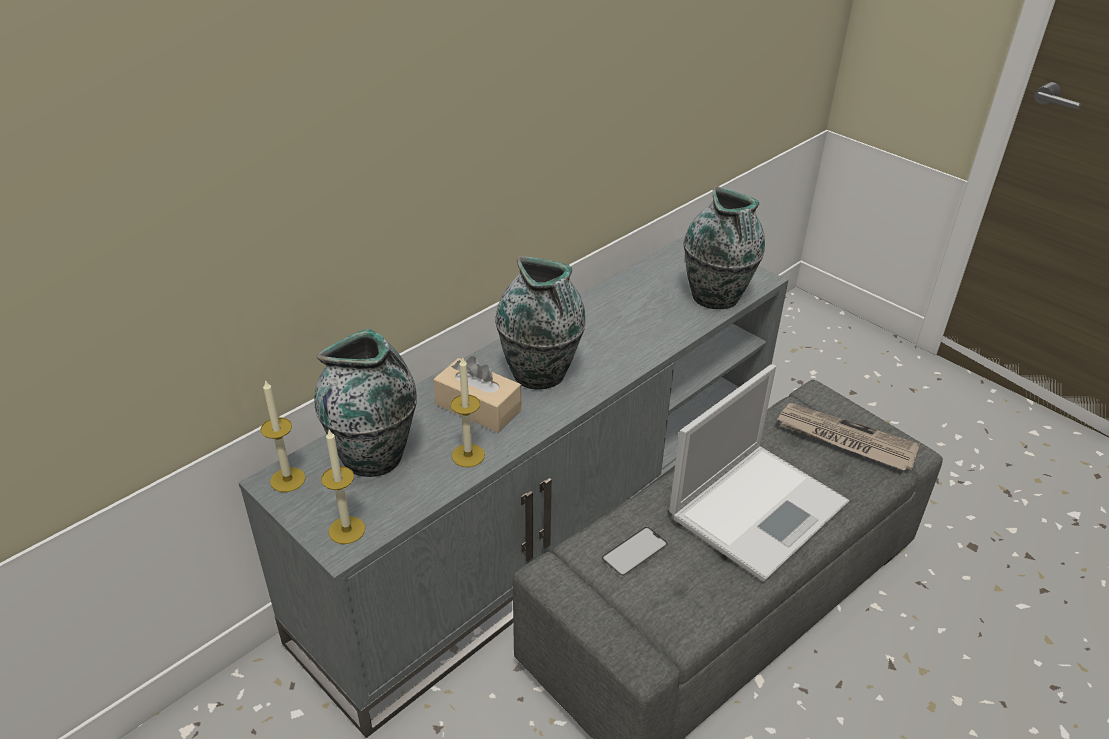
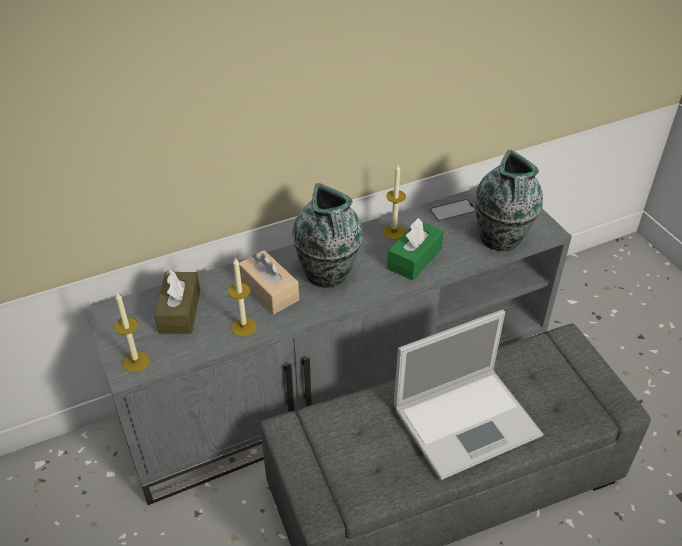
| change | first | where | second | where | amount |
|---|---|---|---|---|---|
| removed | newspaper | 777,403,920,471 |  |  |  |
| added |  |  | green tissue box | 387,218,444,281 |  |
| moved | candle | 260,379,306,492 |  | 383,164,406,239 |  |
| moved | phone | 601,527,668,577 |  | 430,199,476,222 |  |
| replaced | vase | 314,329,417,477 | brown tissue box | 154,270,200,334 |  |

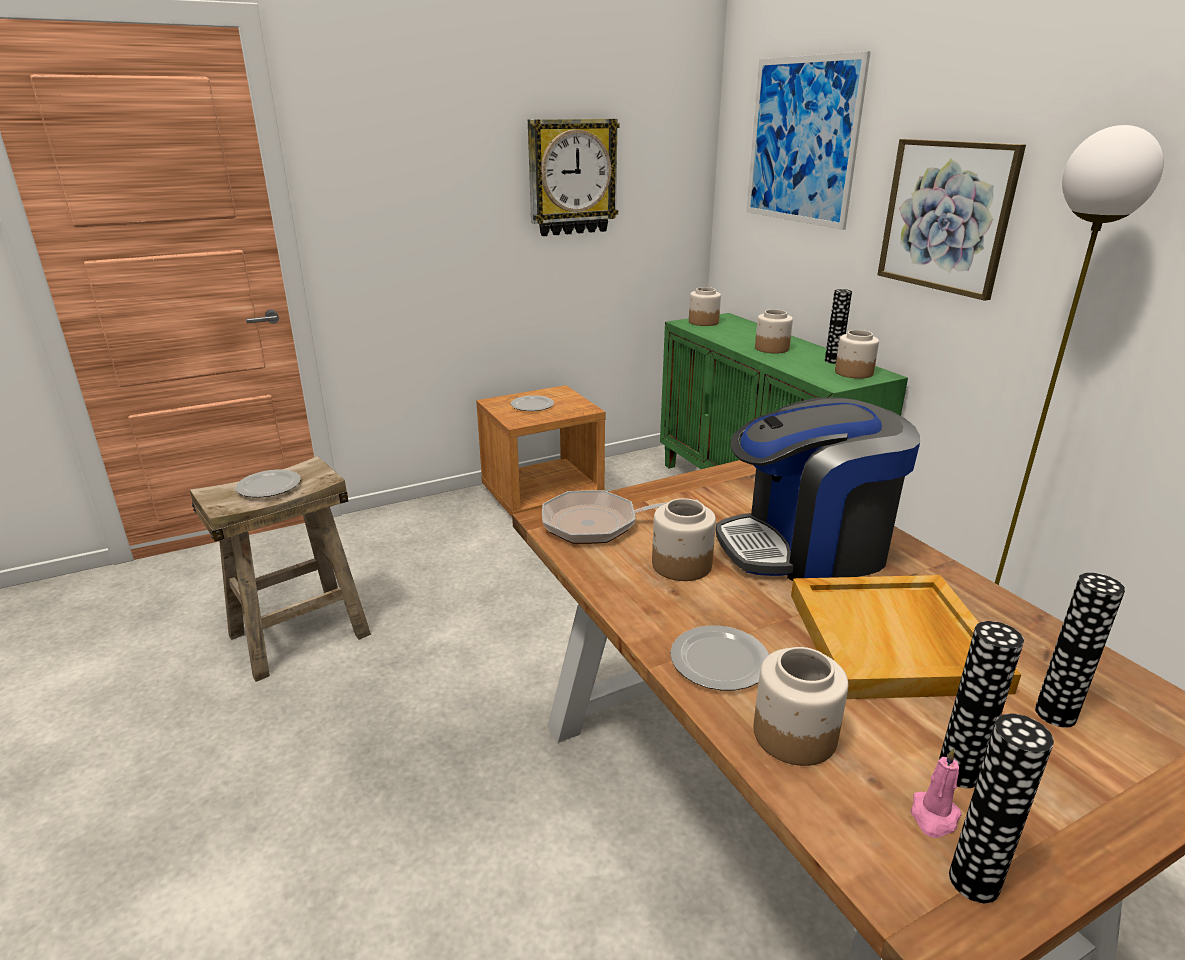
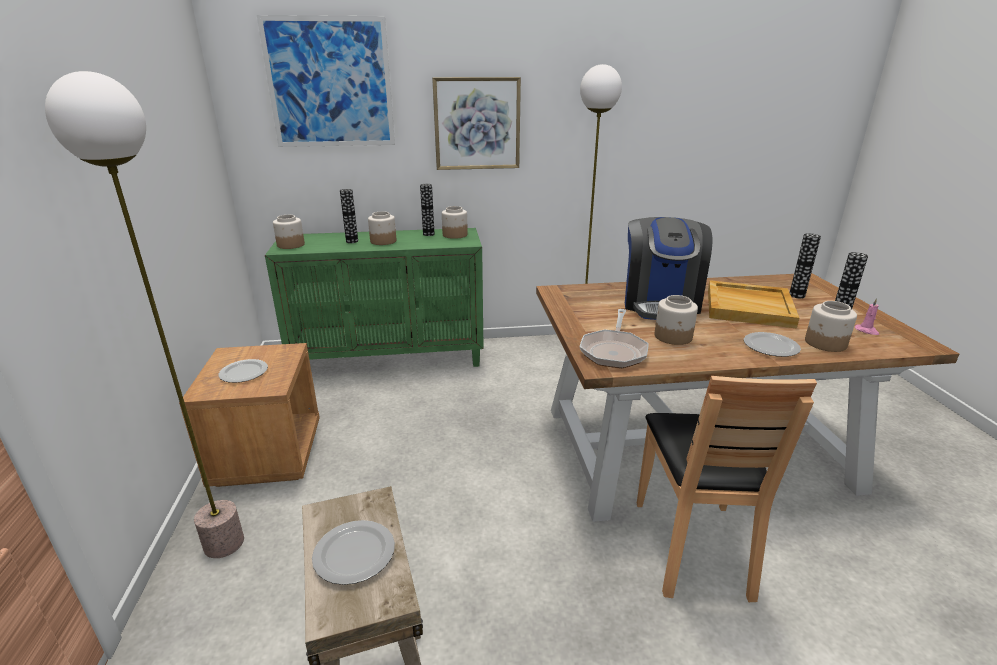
| change | first | where | second | where | amount |
|---|---|---|---|---|---|
| removed | wall clock | 528,119,620,236 |  |  |  |
| added |  |  | floor lamp | 45,71,244,558 |  |
| added |  |  | brown chair | 637,376,817,602 |  |
| moved | vase | 949,714,1054,903 |  | 340,189,358,243 |  |

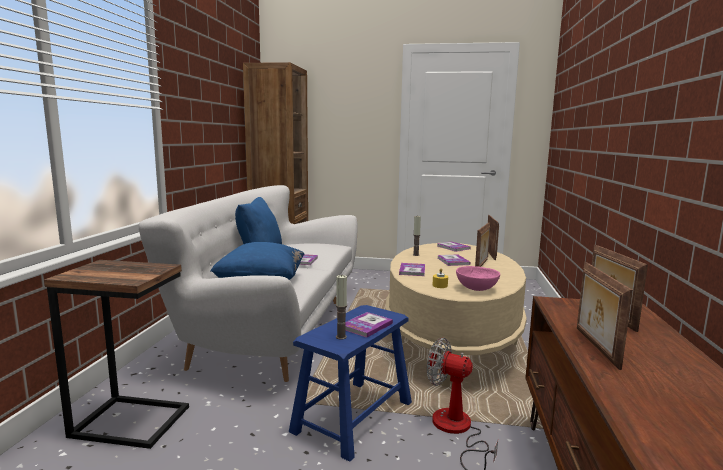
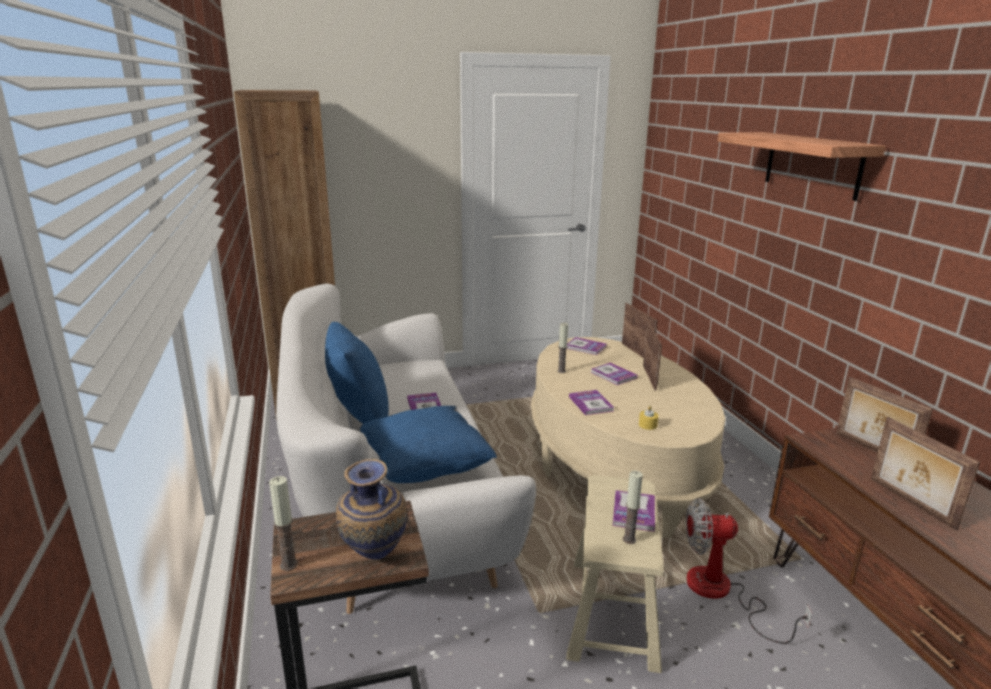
| change | first | where | second | where | amount |
|---|---|---|---|---|---|
| removed | pink bowl | 456,266,500,291 |  |  |  |
| added |  |  | candle | 269,476,298,571 |  |
| added |  |  | vase | 336,459,407,559 |  |
| added |  |  | shelf | 717,132,886,201 |  |
| recoloured | blue stool | 289,305,412,462 | beige stool | 566,475,664,673 |  |

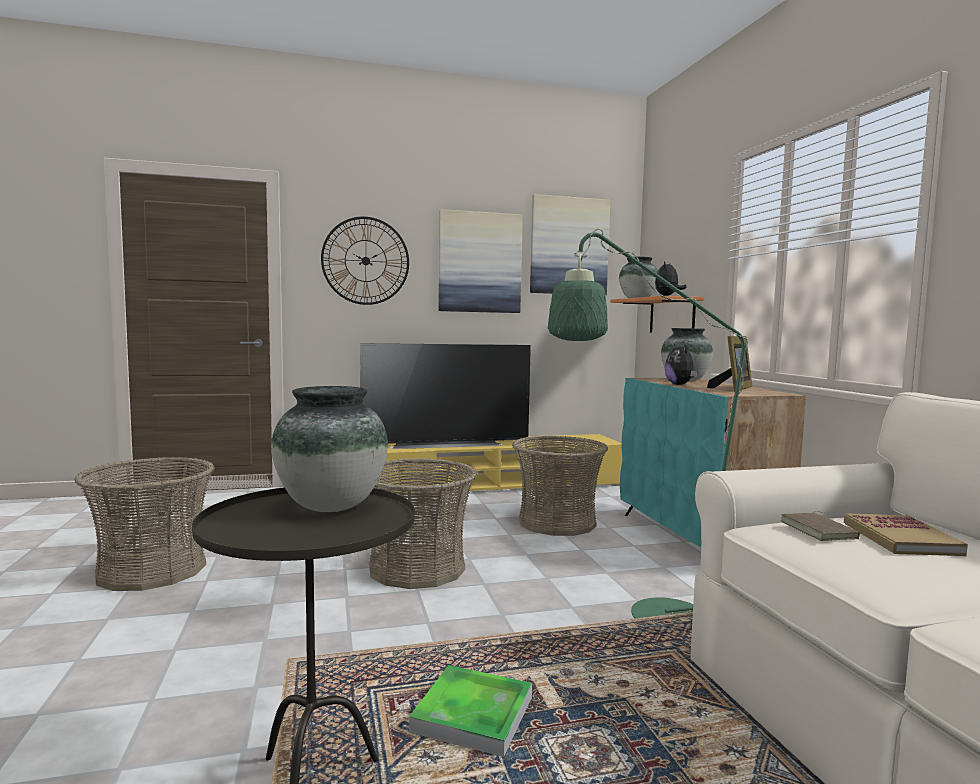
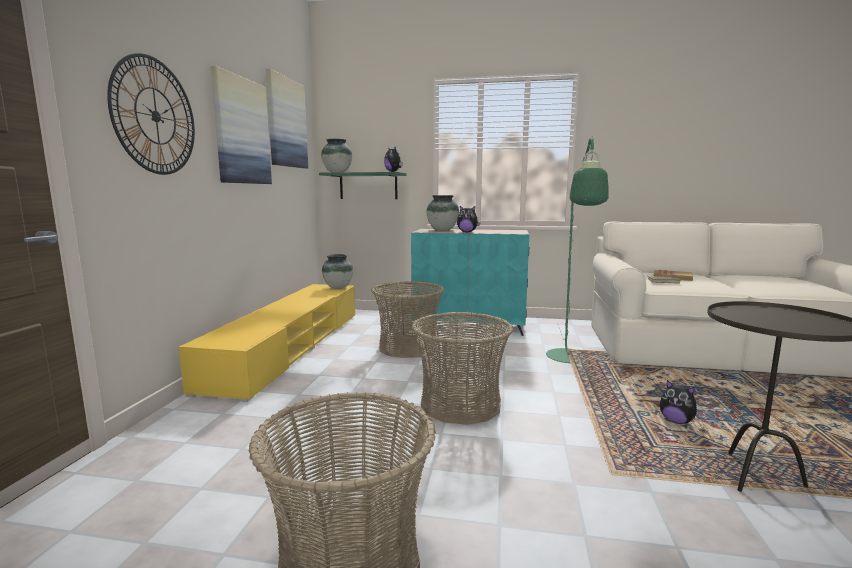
| change | first | where | second | where | amount |
|---|---|---|---|---|---|
| removed | television | 360,343,531,449 |  |  |  |
| removed | picture frame | 707,336,752,392 |  |  |  |
| moved | vase | 271,386,388,512 |  | 322,254,353,289 |  |
| replaced | tray | 409,665,532,757 | plush toy | 660,380,702,424 |  |
| recoloured | orange shelf | 610,296,704,333 | green shelf | 319,172,406,199 |  |

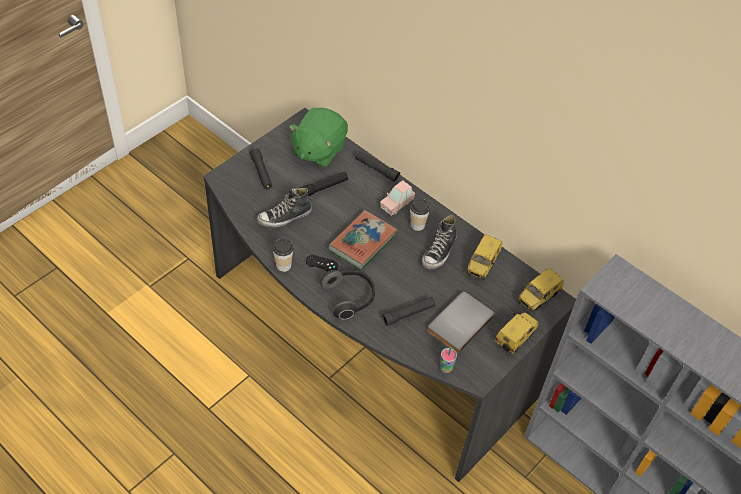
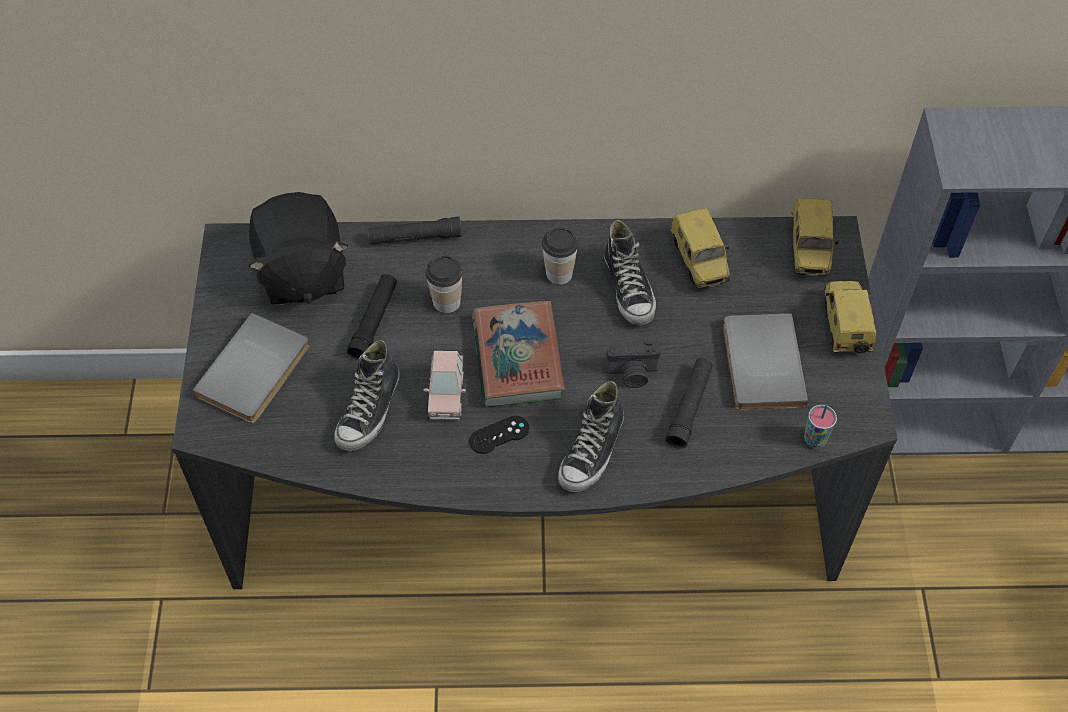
| change | first | where | second | where | amount |
|---|---|---|---|---|---|
| added |  |  | photo camera | 606,341,661,388 |  |
| moved | cup | 273,239,294,272 |  | 426,256,463,313 |  |
| moved | pink toy car | 380,180,415,216 |  | 424,351,466,421 |  |
| replaced | black flashlight | 250,148,272,190 | grey book | 192,313,310,423 |  |
| replaced | headphones | 320,270,375,319 | shoe | 558,381,624,492 |  |
| recoloured | green plush toy | 289,108,348,167 | black plush toy | 248,192,348,305 |  |

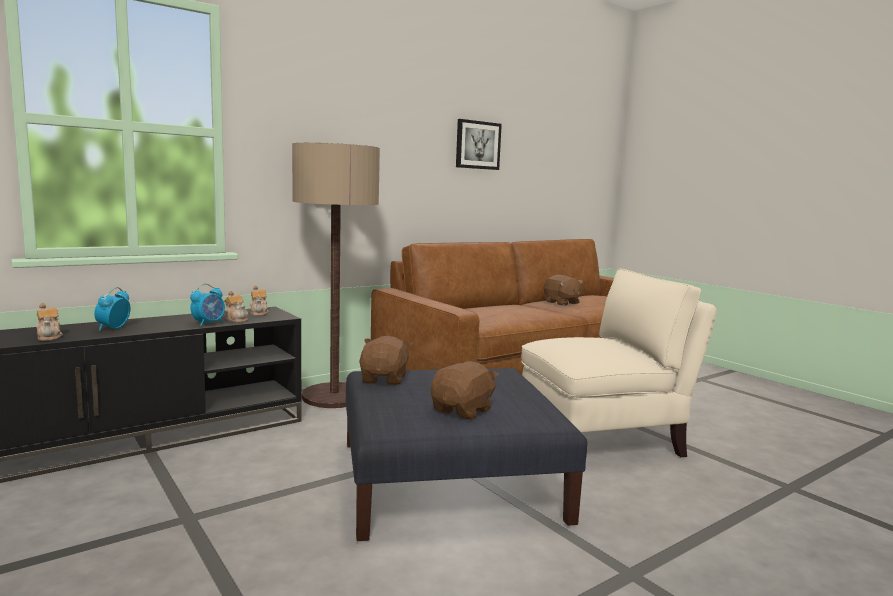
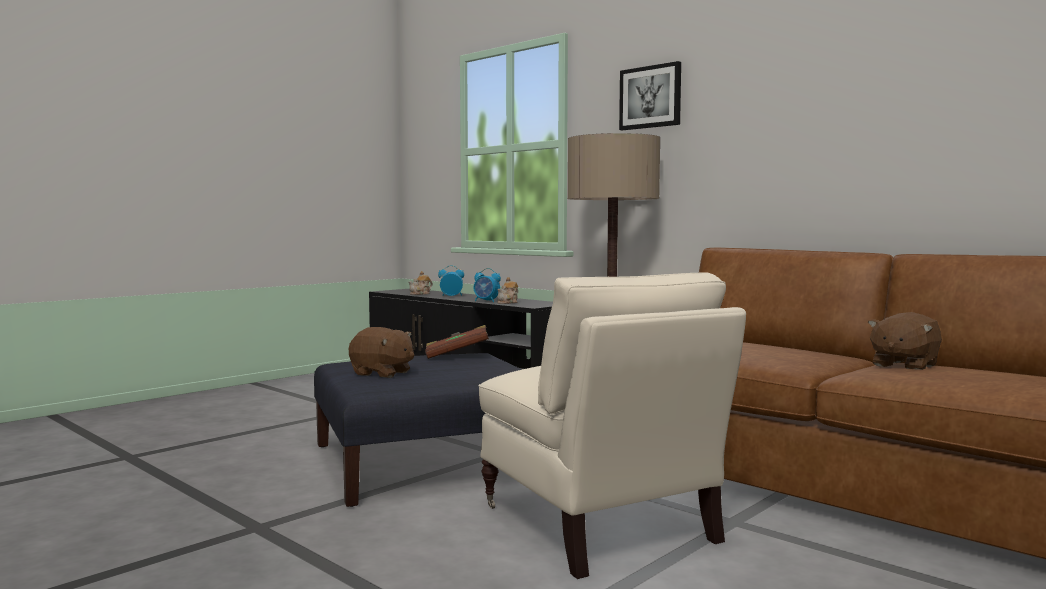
| change | first | where | second | where | amount |
|---|---|---|---|---|---|
| removed | teapot | 250,285,269,316 |  |  |  |
| moved | picture | 456,119,502,170 |  | 619,61,681,130 |  |
| replaced | brown plush toy | 359,336,412,385 | brown book | 425,325,489,359 |  |

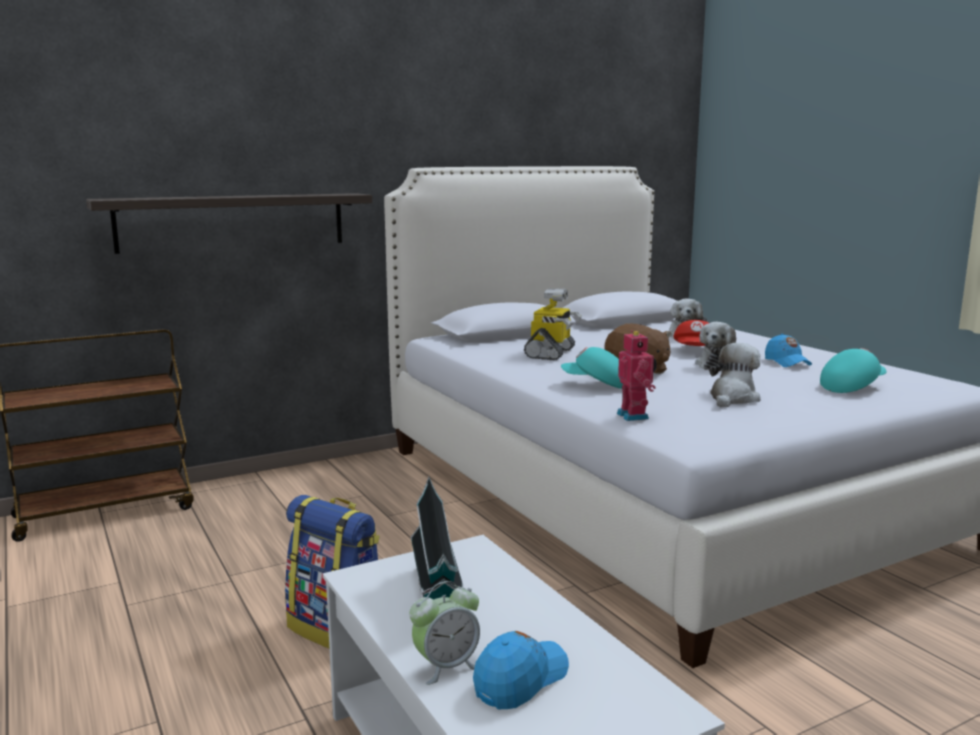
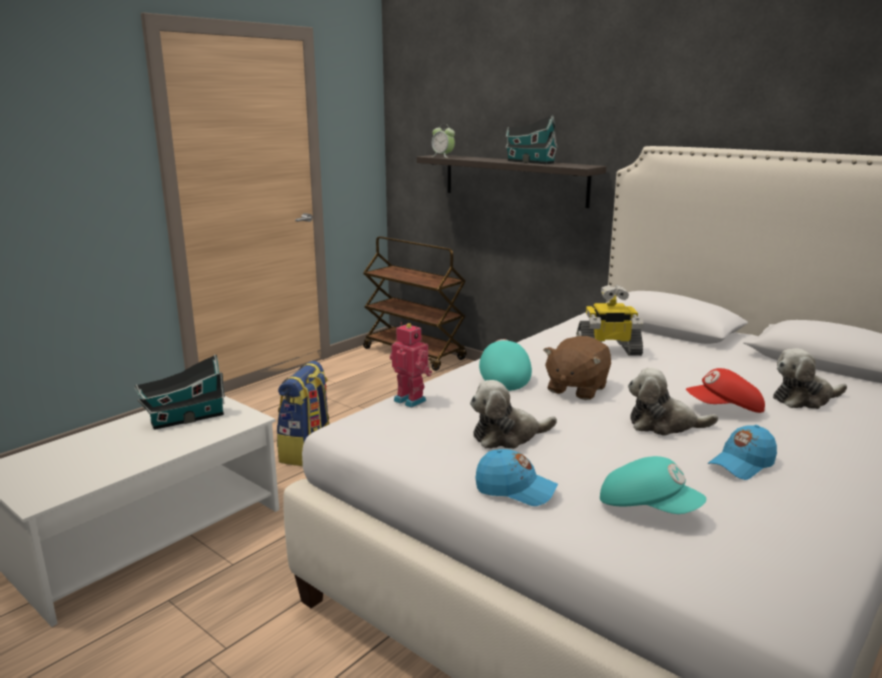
| change | first | where | second | where | amount |
|---|---|---|---|---|---|
| added |  |  | toy house | 506,115,558,164 |  |
| moved | alarm clock | 409,581,480,685 |  | 431,124,455,158 |  |
| moved | blue cap | 473,631,569,709 |  | 475,449,558,506 |  |
| turned | toy robot | 617,330,657,421 |  | 390,323,432,408 | 105 degrees counterclockwise |
| turned | plush toy | 709,343,761,408 |  | 470,380,557,449 | 150 degrees clockwise |

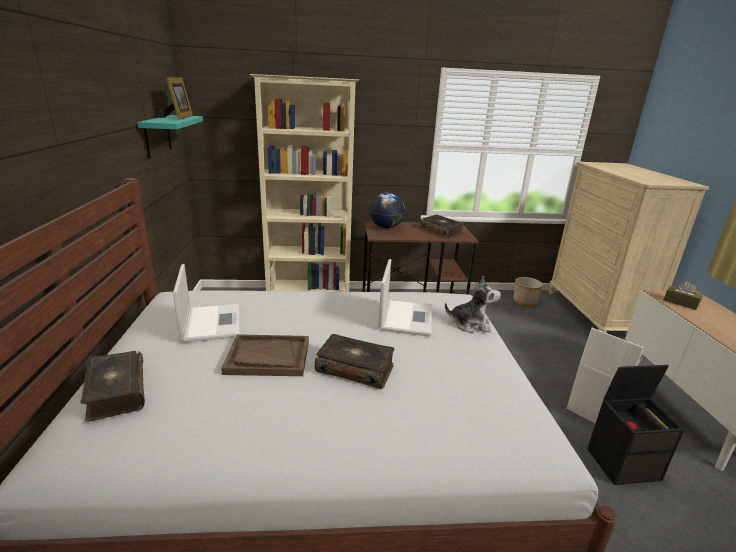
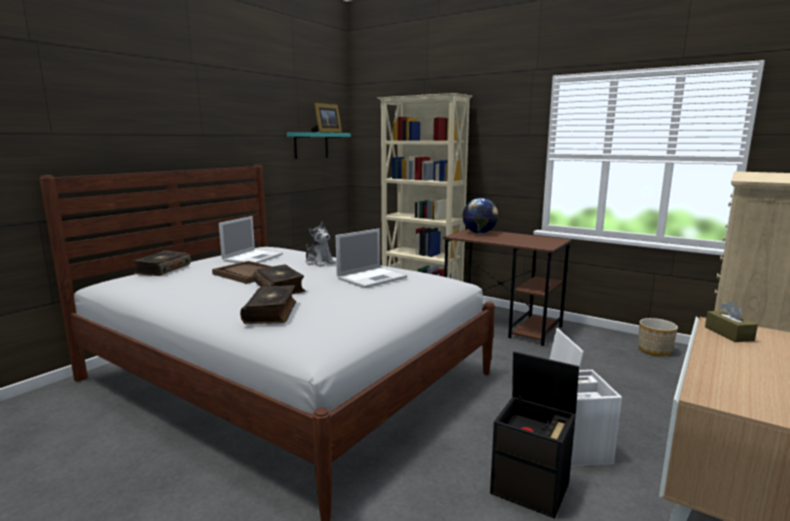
| change | first | where | second | where | amount |
|---|---|---|---|---|---|
| moved | book | 421,215,464,238 |  | 240,285,296,324 |  |
| moved | plush toy | 445,276,501,333 |  | 306,221,336,267 |  |

